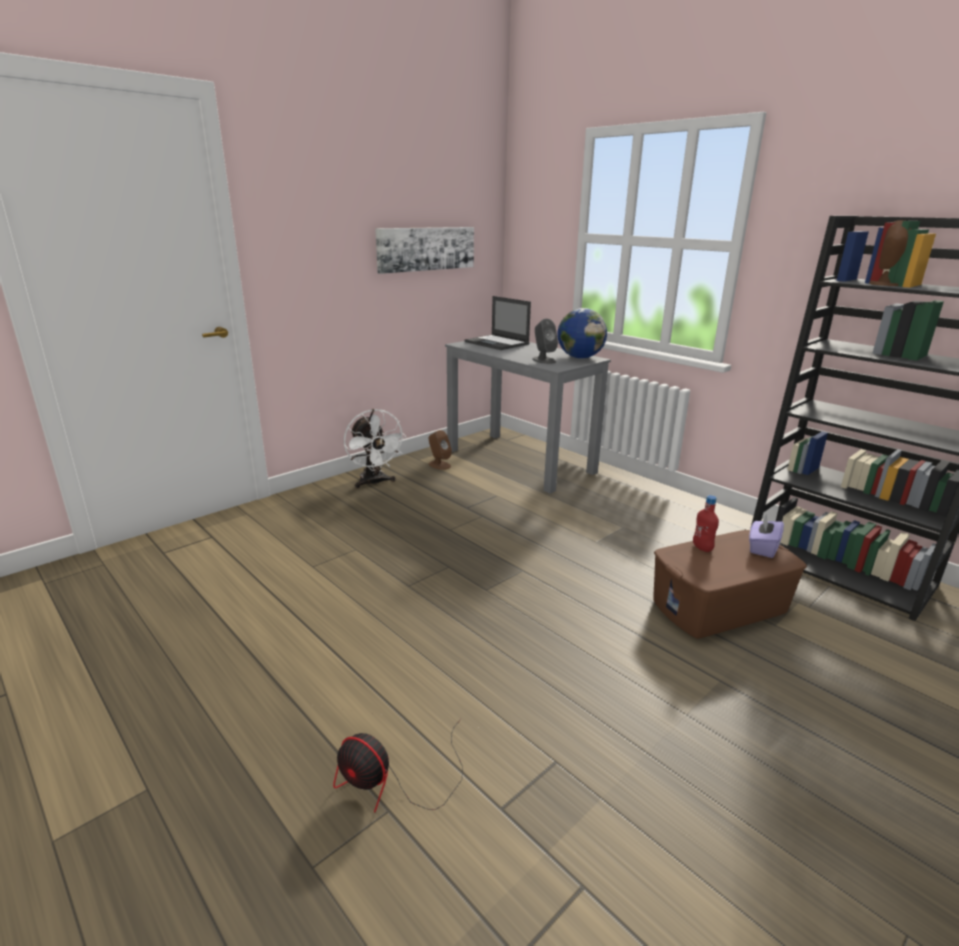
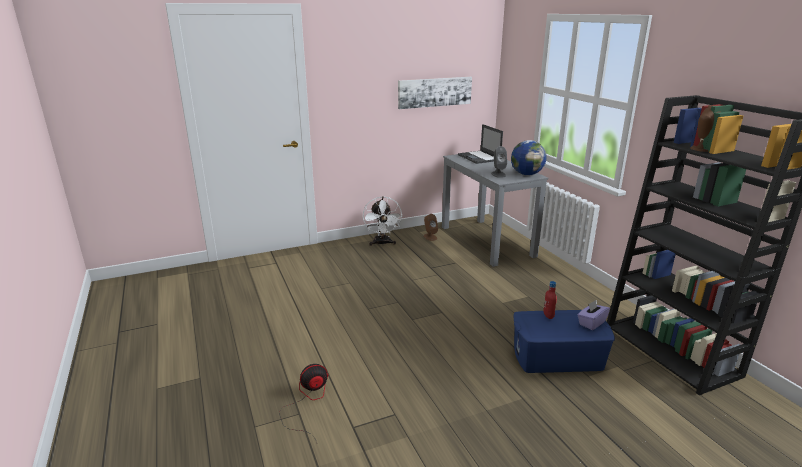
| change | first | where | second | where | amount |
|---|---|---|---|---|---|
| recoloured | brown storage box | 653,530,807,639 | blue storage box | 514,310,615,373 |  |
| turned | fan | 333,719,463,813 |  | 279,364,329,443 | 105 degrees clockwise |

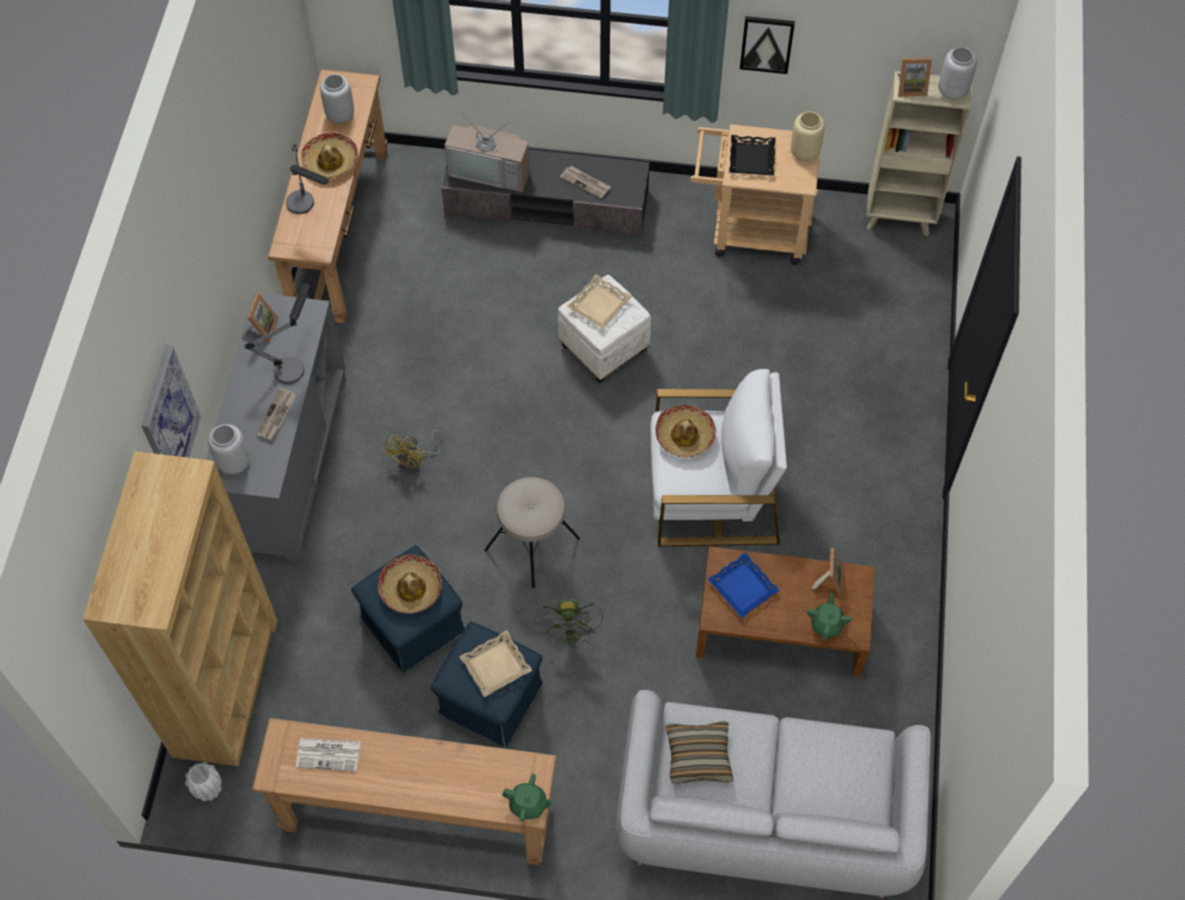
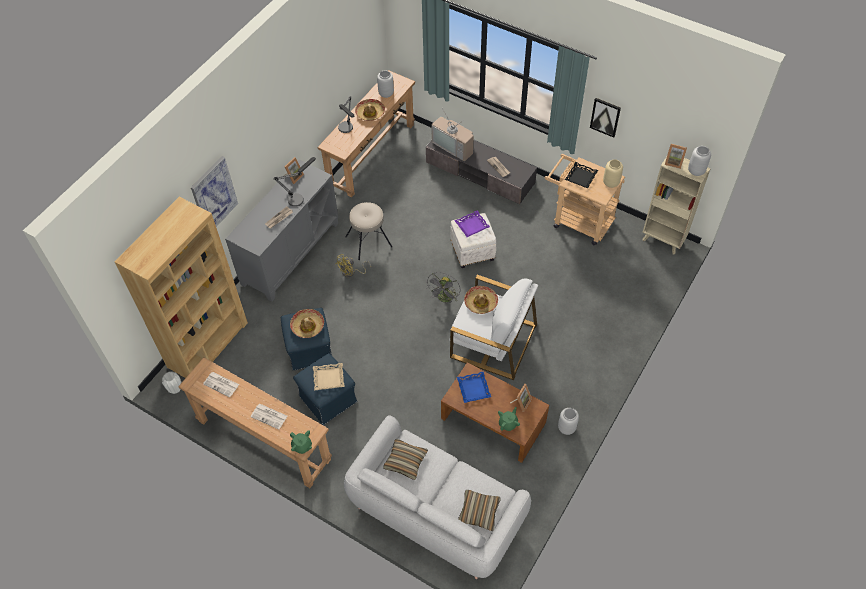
| change | first | where | second | where | amount |
|---|---|---|---|---|---|
| added |  |  | newspaper | 250,404,287,430 |  |
| added |  |  | pillow | 458,490,501,531 |  |
| moved | grey vase | 208,424,250,475 |  | 558,408,579,435 |  |
| moved | beige stool | 484,477,580,588 |  | 346,202,392,260 |  |
| moved | grey fan | 534,598,603,648 |  | 426,272,460,303 |  |
| recoloured | beige tray | 567,274,632,329 | purple tray | 455,210,490,237 |  |

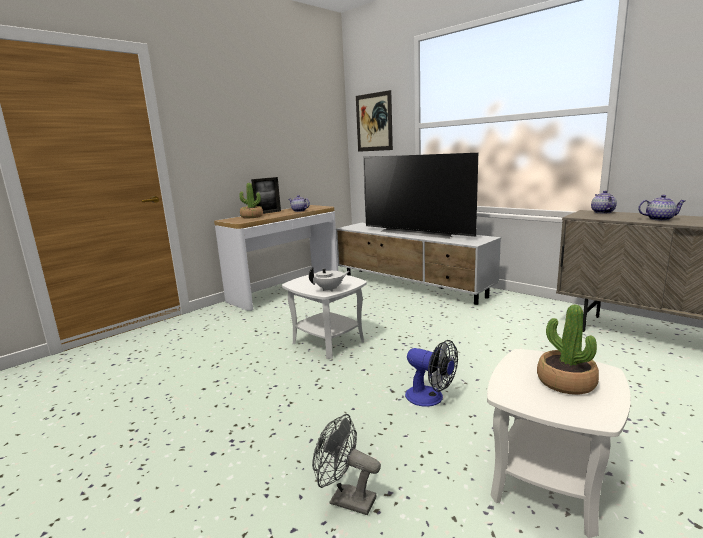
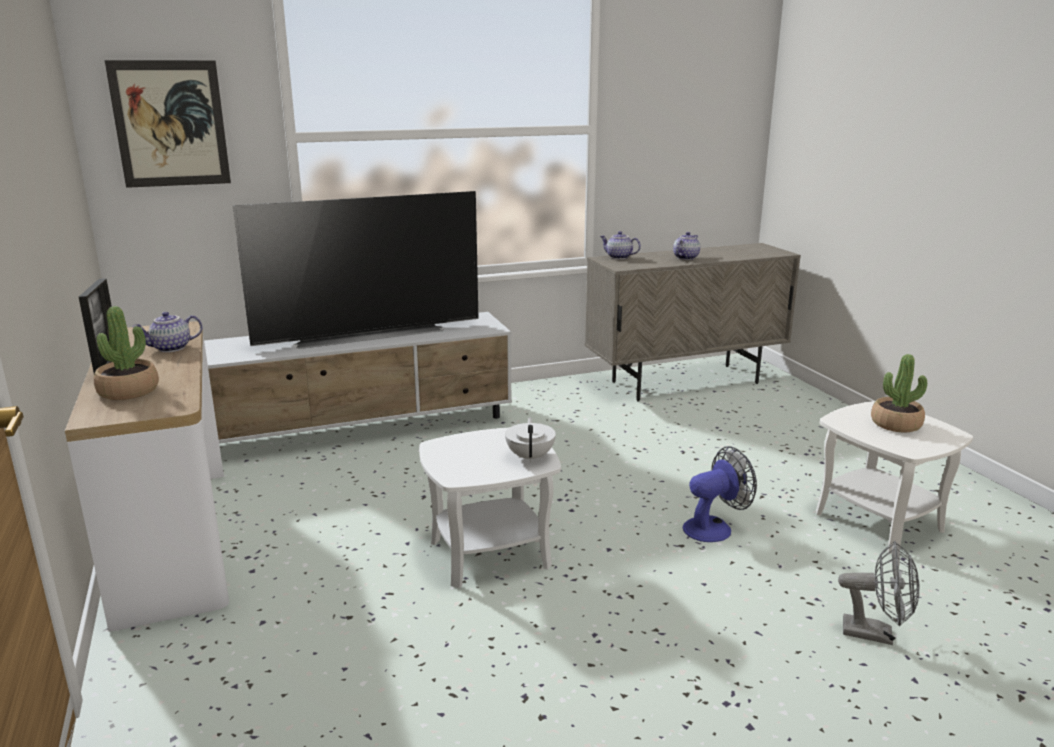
| change | first | where | second | where | amount |
|---|---|---|---|---|---|
| turned | grey fan | 312,414,381,515 |  | 838,541,919,645 | 120 degrees counterclockwise |

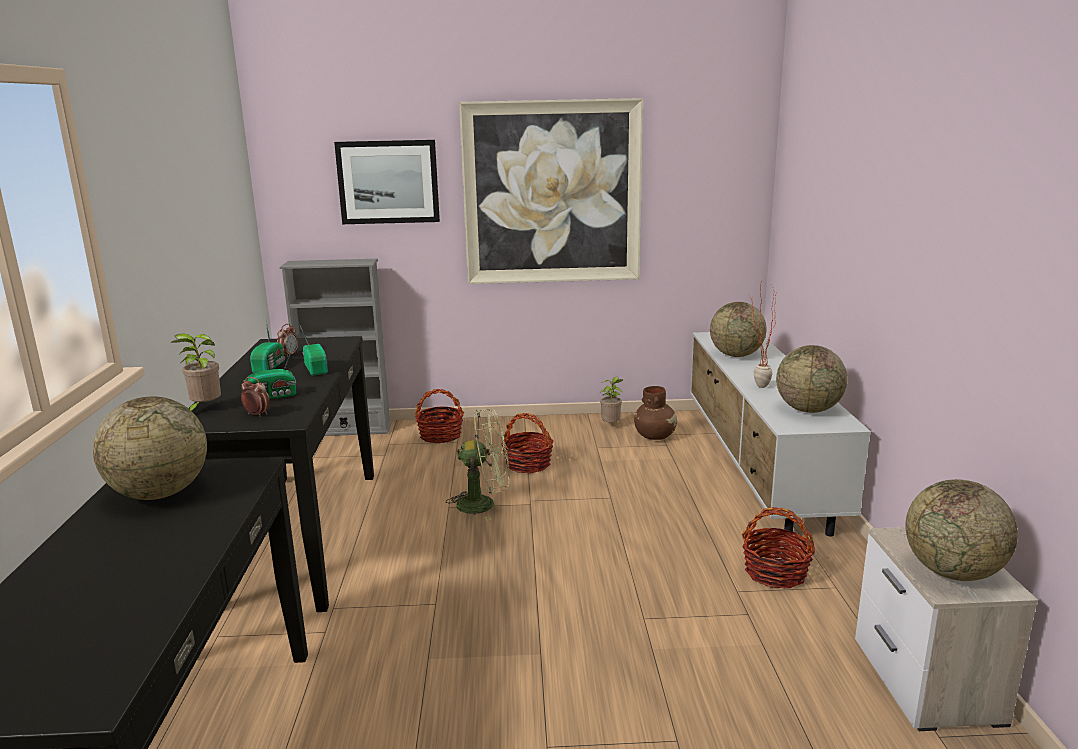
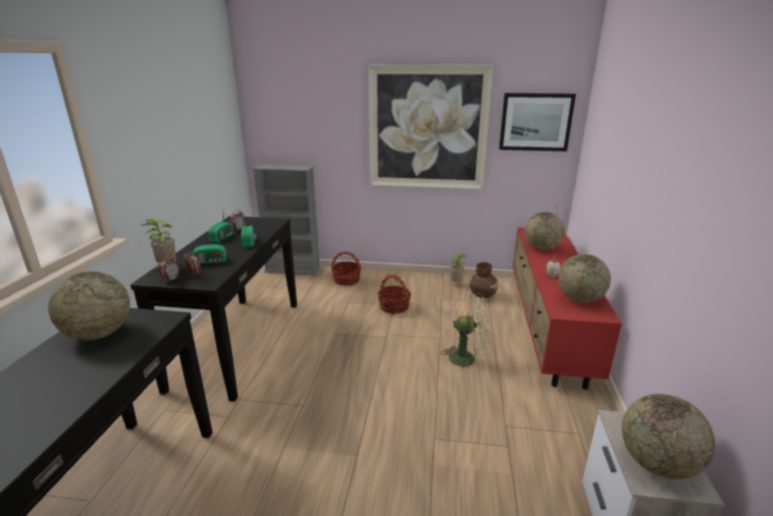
| change | first | where | second | where | amount |
|---|---|---|---|---|---|
| removed | basket | 742,507,815,588 |  |  |  |
| added |  |  | alarm clock | 160,255,179,283 |  |
| moved | picture | 334,140,440,224 |  | 499,93,576,151 |  |
| moved | green fan | 446,409,510,521 |  | 442,293,490,374 |  |
| recoloured | white tv stand | 690,332,871,537 | red tv stand | 512,227,622,390 |  |

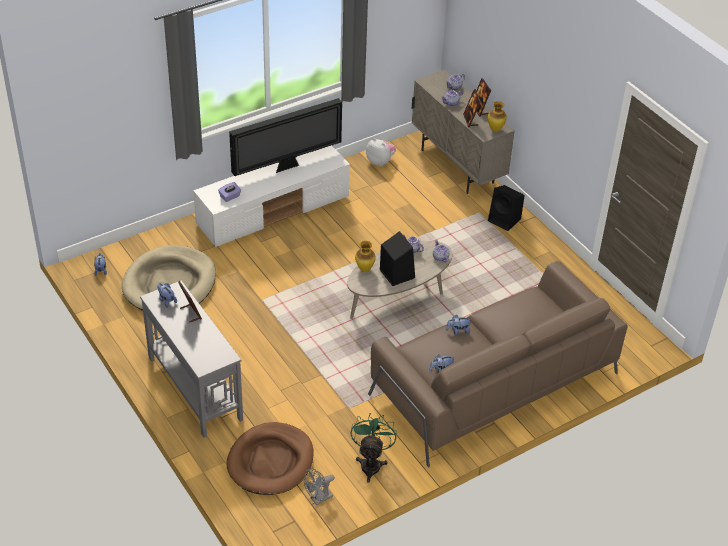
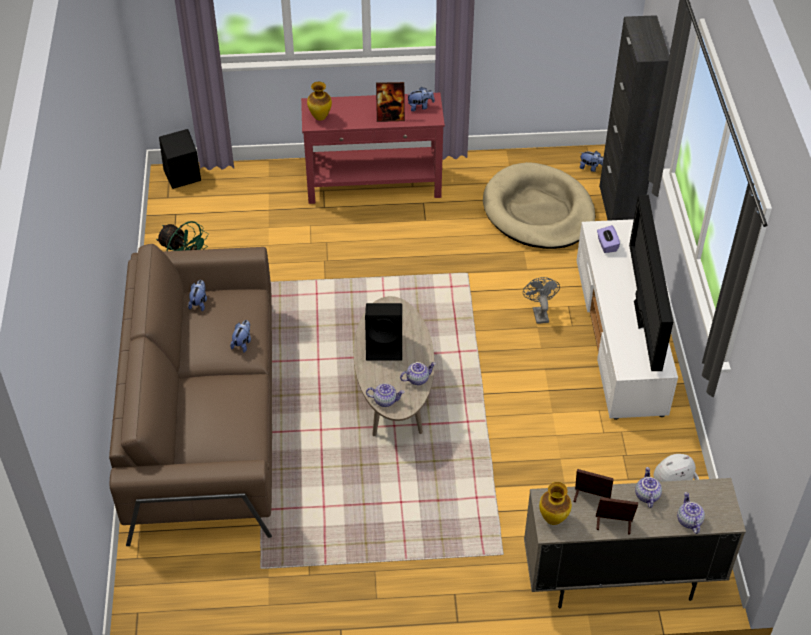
| change | first | where | second | where | amount |
|---|---|---|---|---|---|
| removed | brown dog bed | 227,422,314,495 |  |  |  |
| added |  |  | black cabinet | 599,15,669,221 |  |
| moved | grey fan | 304,468,335,505 |  | 523,277,560,324 |  |
| moved | vase | 355,241,376,272 |  | 307,82,332,120 |  |
| moved | black speaker | 488,185,525,231 |  | 159,129,201,189 |  |
| recoloured | grey console table | 140,280,243,438 | red console table | 301,93,445,204 |  |

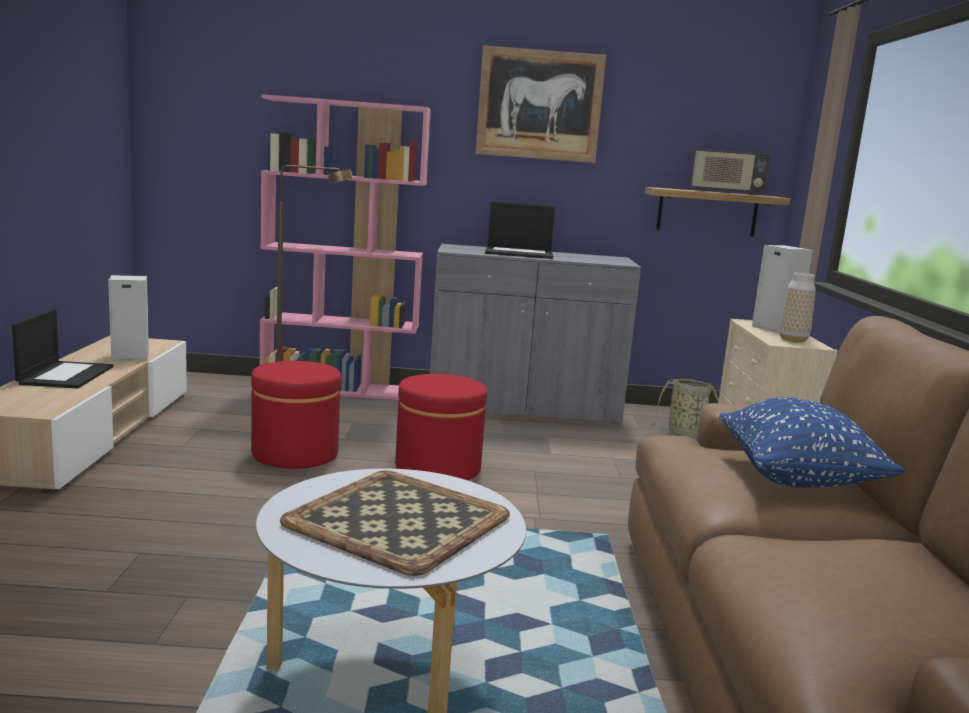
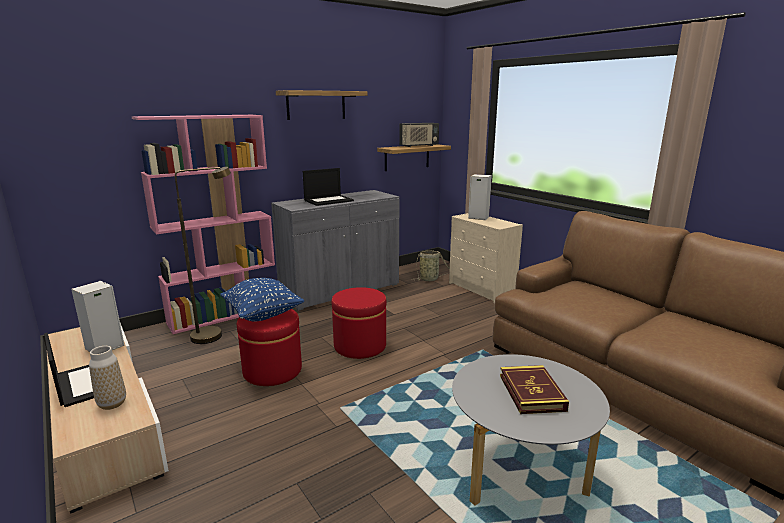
| change | first | where | second | where | amount |
|---|---|---|---|---|---|
| moved | blue pillow | 719,397,905,488 |  | 220,278,304,322 |  |
| moved | vase | 779,273,816,343 |  | 89,346,126,410 |  |
| replaced | tray | 280,470,510,576 | book | 500,365,569,414 |  |
| replaced | picture | 476,45,606,163 | shelf | 276,90,367,120 |  |

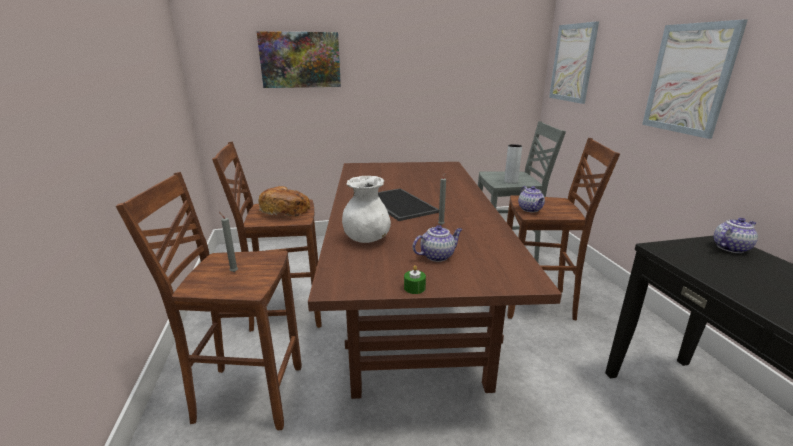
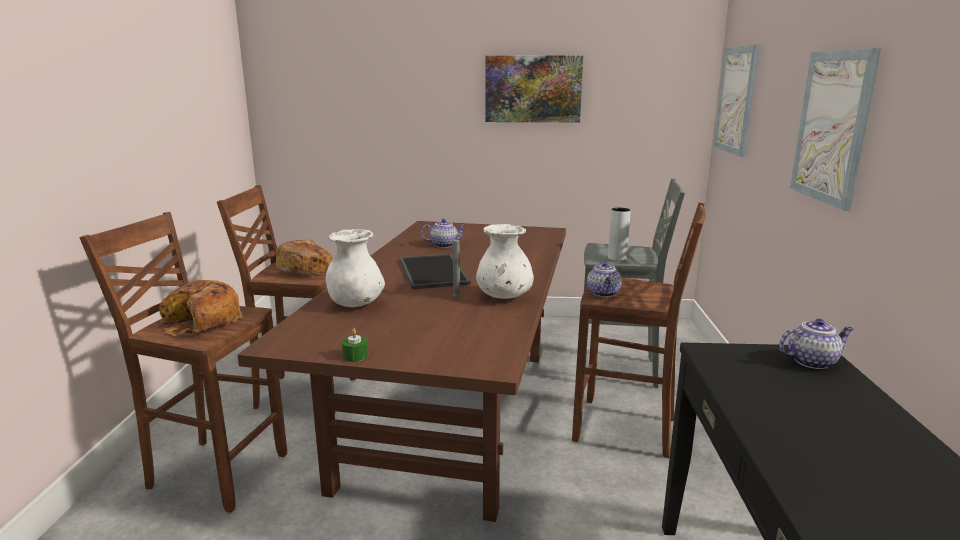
| change | first | where | second | where | amount |
|---|---|---|---|---|---|
| added |  |  | white vase | 476,224,534,299 |  |
| moved | picture | 257,31,341,88 |  | 485,55,583,122 |  |
| moved | teapot | 412,225,463,262 |  | 421,219,466,248 |  |
| replaced | grey candle | 219,212,238,272 | bread | 159,280,243,336 |  |

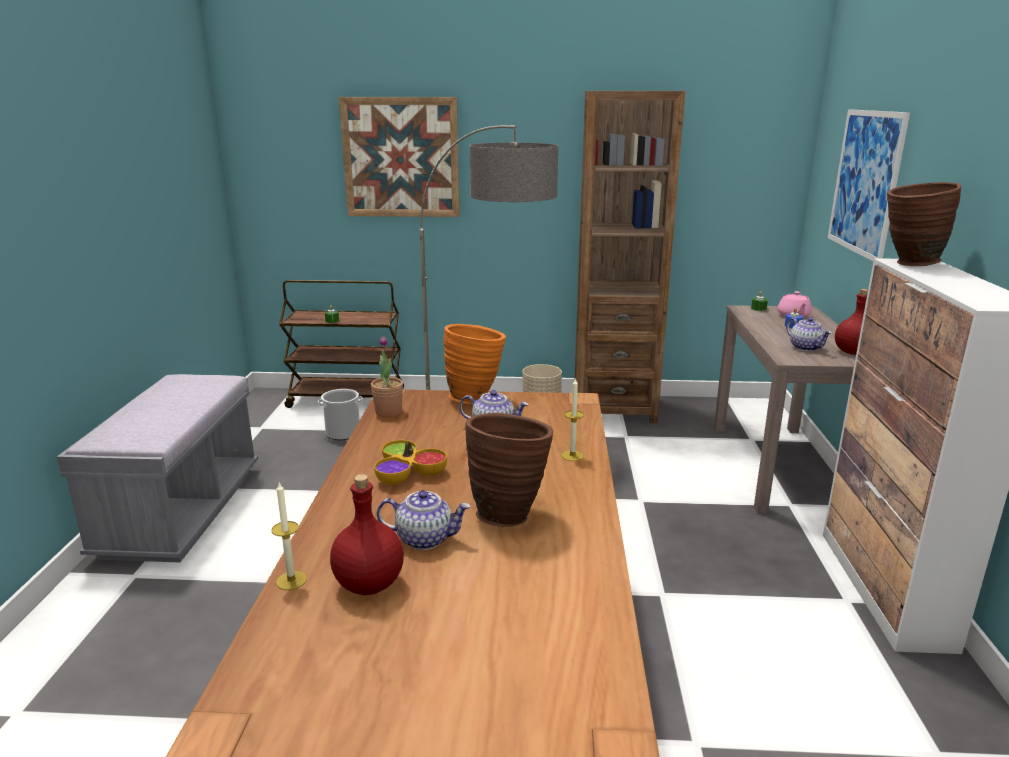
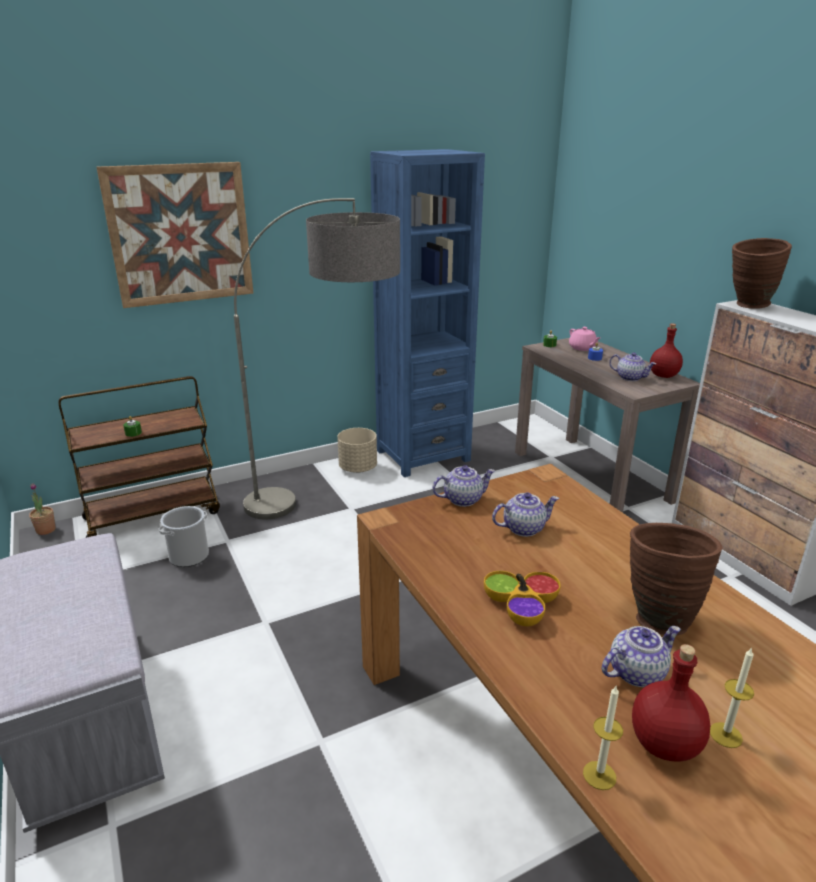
| change | first | where | second | where | amount |
|---|---|---|---|---|---|
| removed | picture | 828,109,910,261 |  |  |  |
| moved | potted plant | 371,336,403,417 |  | 29,483,56,535 |  |
| moved | candle | 561,378,584,461 |  | 710,647,754,748 |  |
| replaced | orange vase | 443,324,506,404 | teapot | 432,465,495,507 |  |
| recoloured | brown bookcase | 574,91,685,423 | blue bookcase | 370,149,485,477 |  |

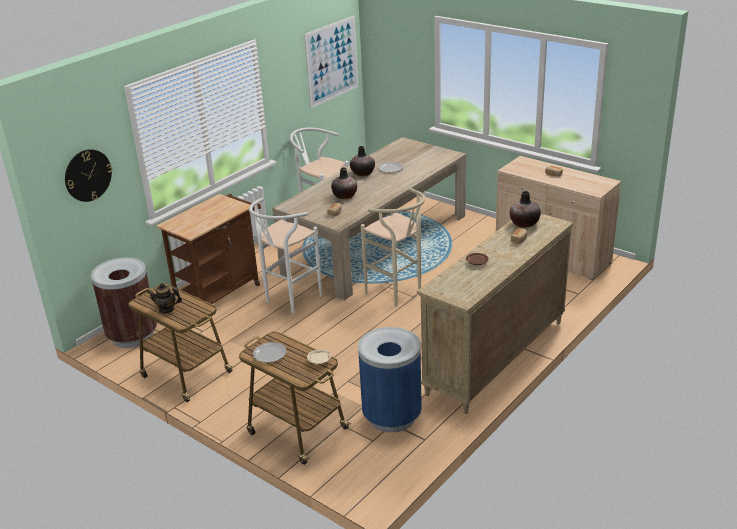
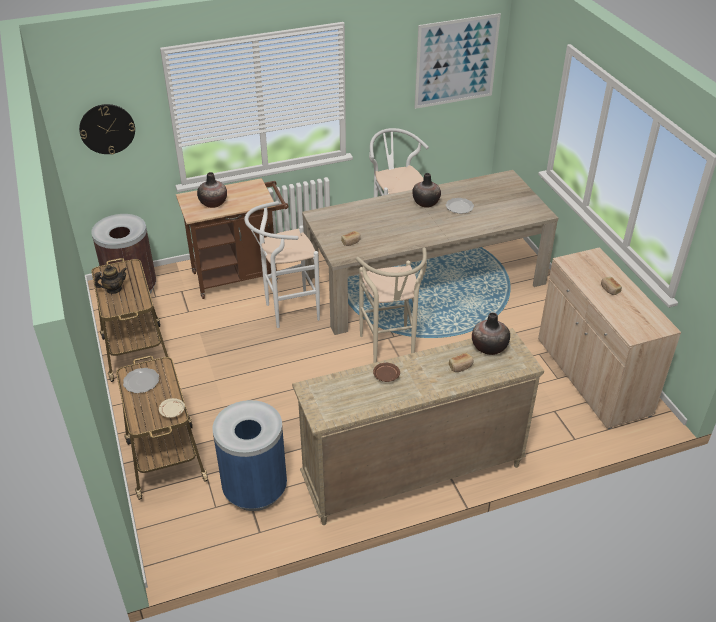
| change | first | where | second | where | amount |
|---|---|---|---|---|---|
| moved | vase | 331,167,357,199 |  | 197,172,227,208 |  |
| turned | teapot | 147,283,182,314 |  | 95,265,127,294 | 120 degrees clockwise |

